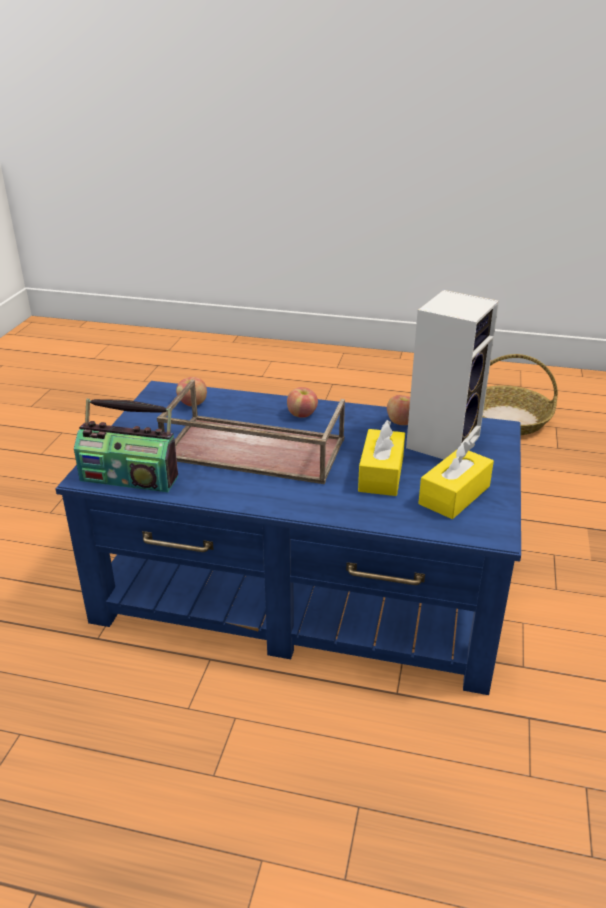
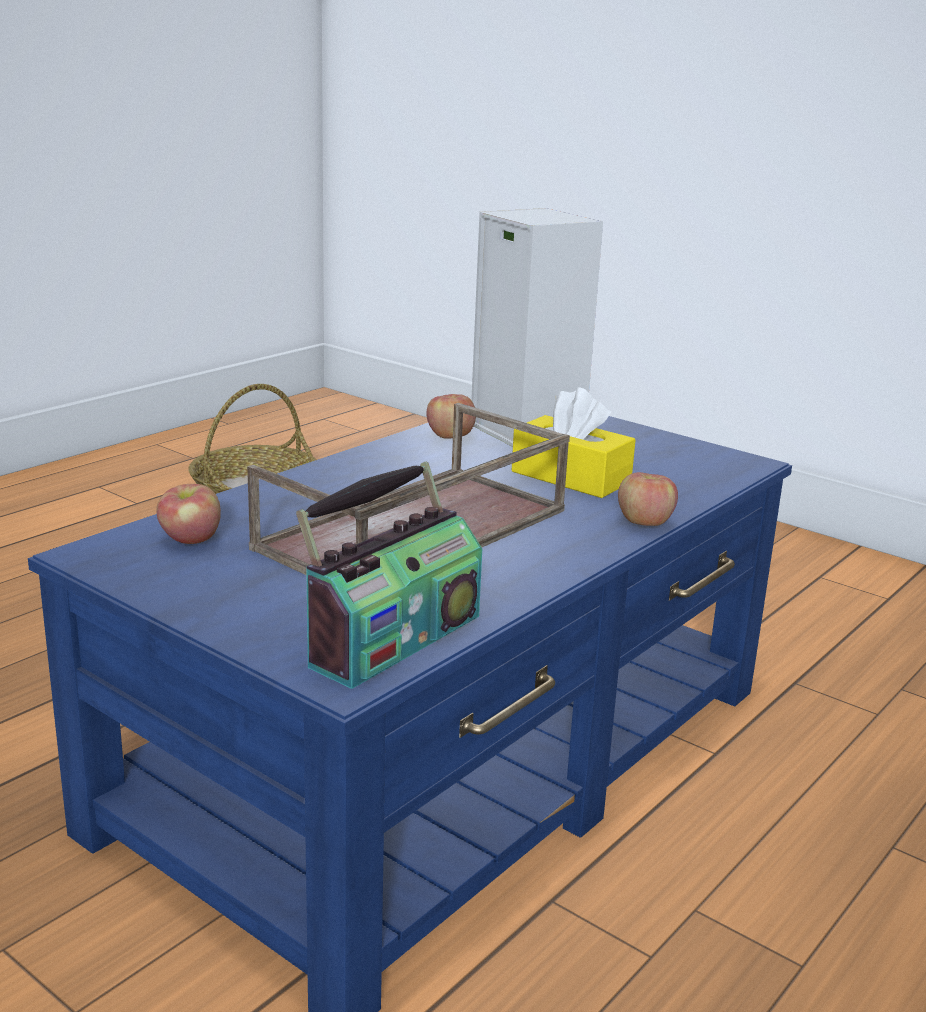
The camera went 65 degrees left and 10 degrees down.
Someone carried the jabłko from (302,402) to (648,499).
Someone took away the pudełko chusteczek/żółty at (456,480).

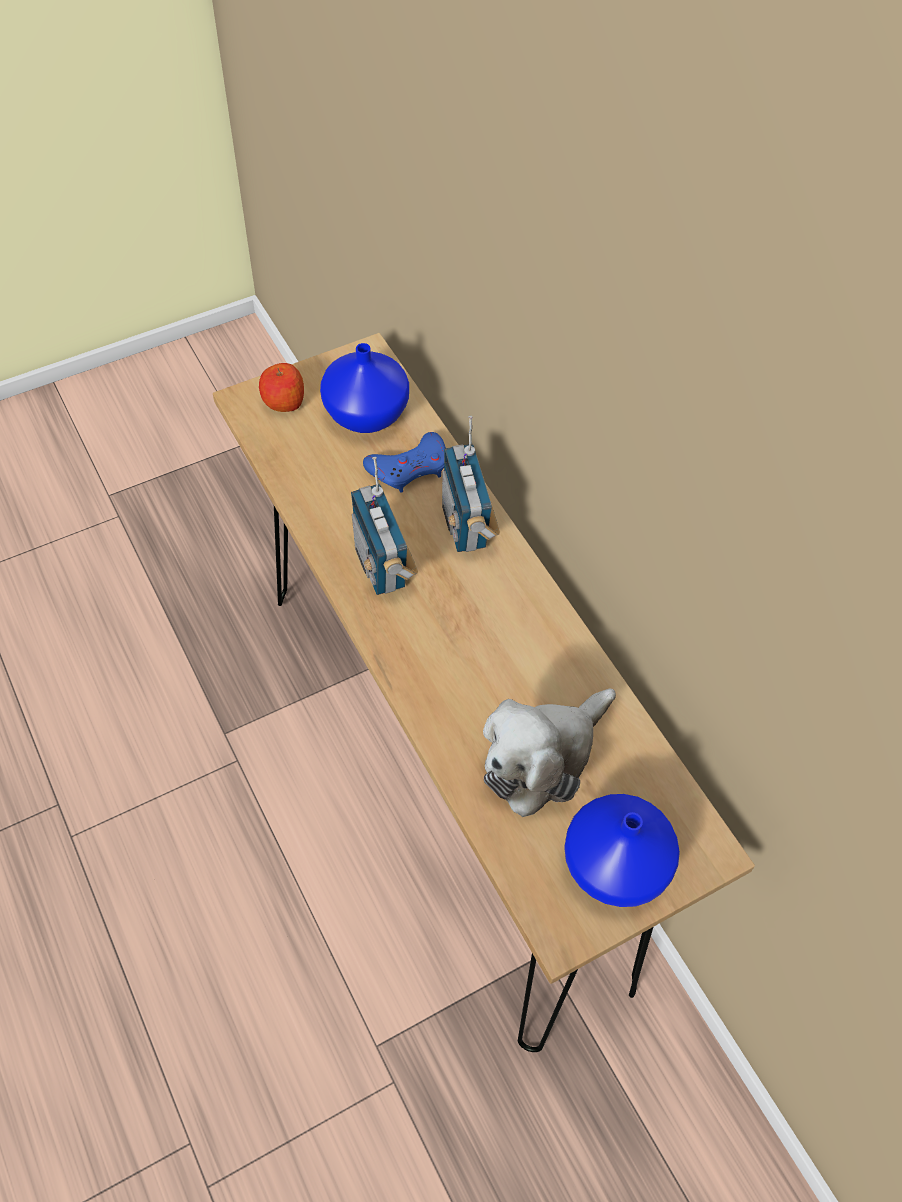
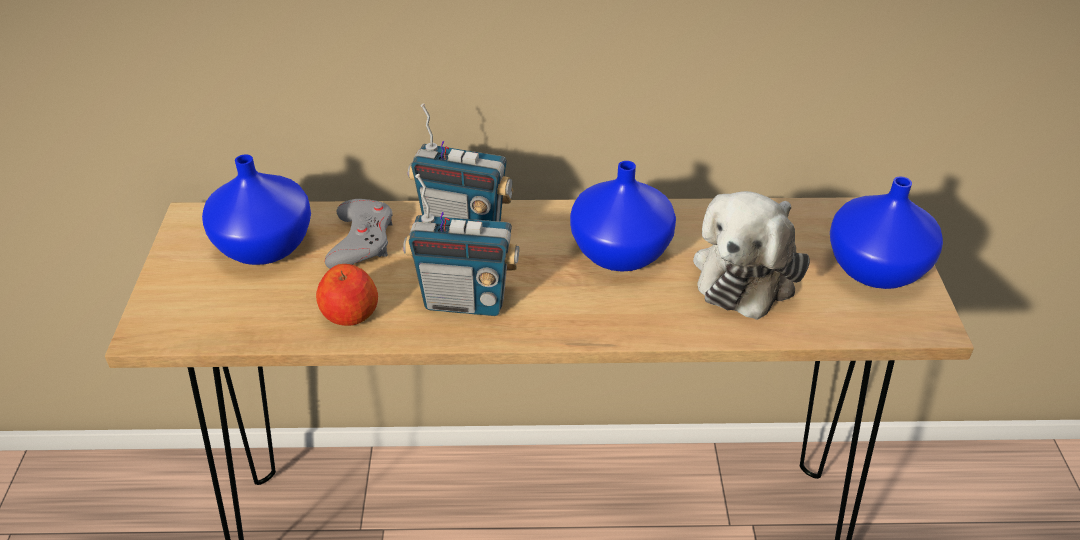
The camera went 60 degrees left and 15 degrees down.
Someone carried the jabłko from (281,387) to (347,295).
Someone repainted the pad do gier/niebieski at (404,462), which became the pad do gier/szary at (359,234).
Someone rotated the pluszak at (549,753) by 45 degrees clockwise.
Someone put down the wazon/niebieski at (623,216).

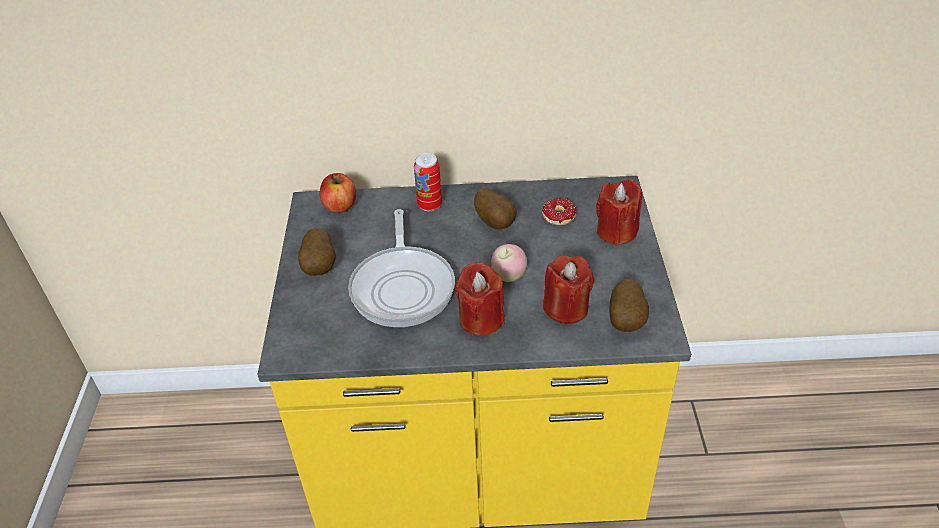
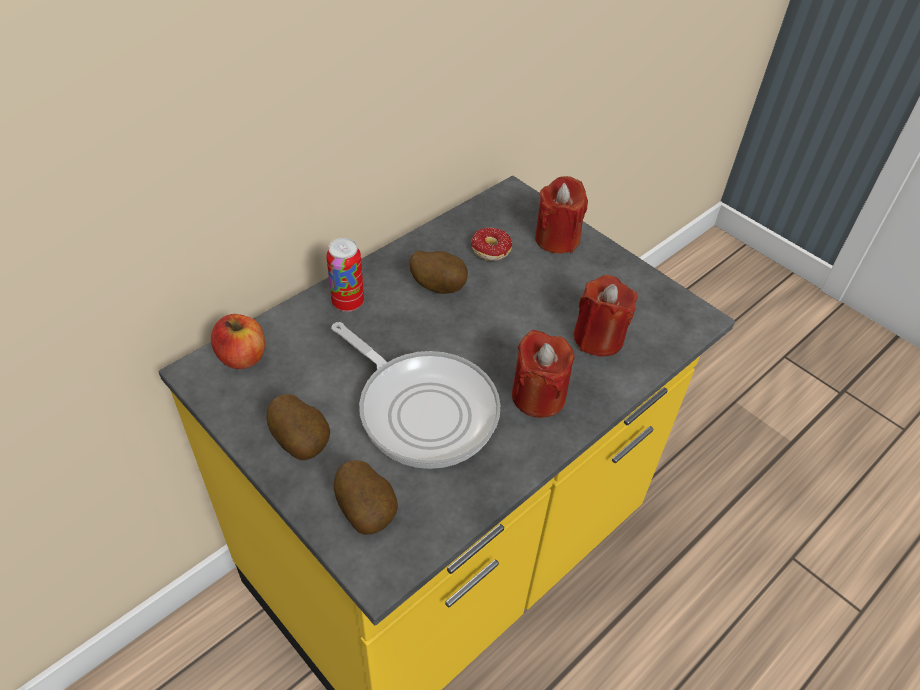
The camera went 45 degrees left and 5 degrees up.
Someone took away the jabłko at (509,263).
Someone carried the ziemniak from (629,305) to (366,498).

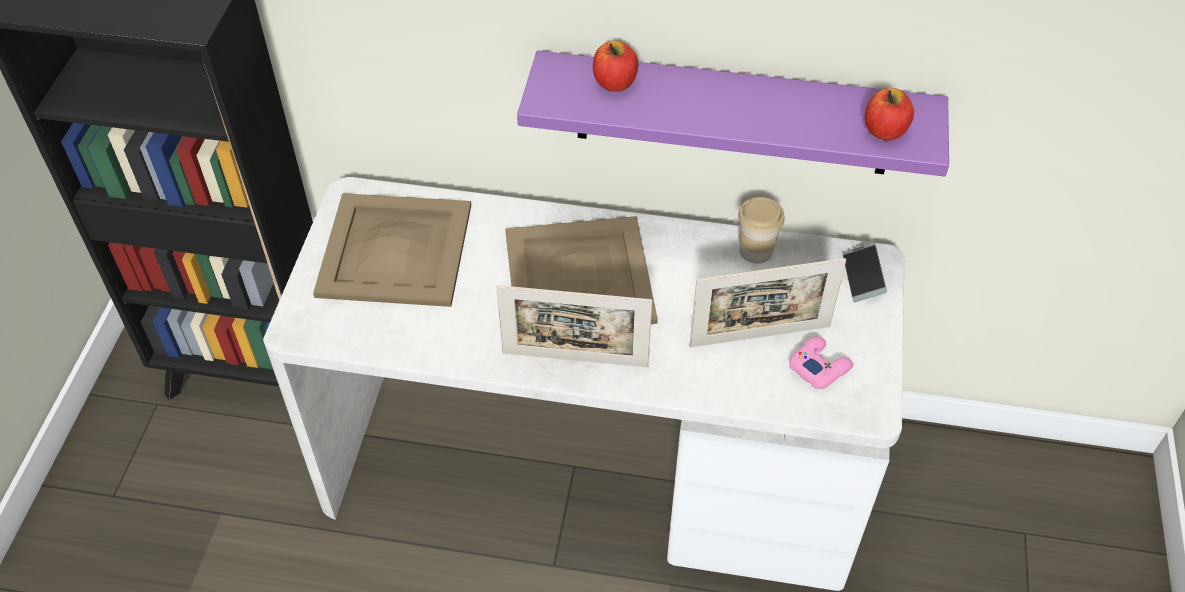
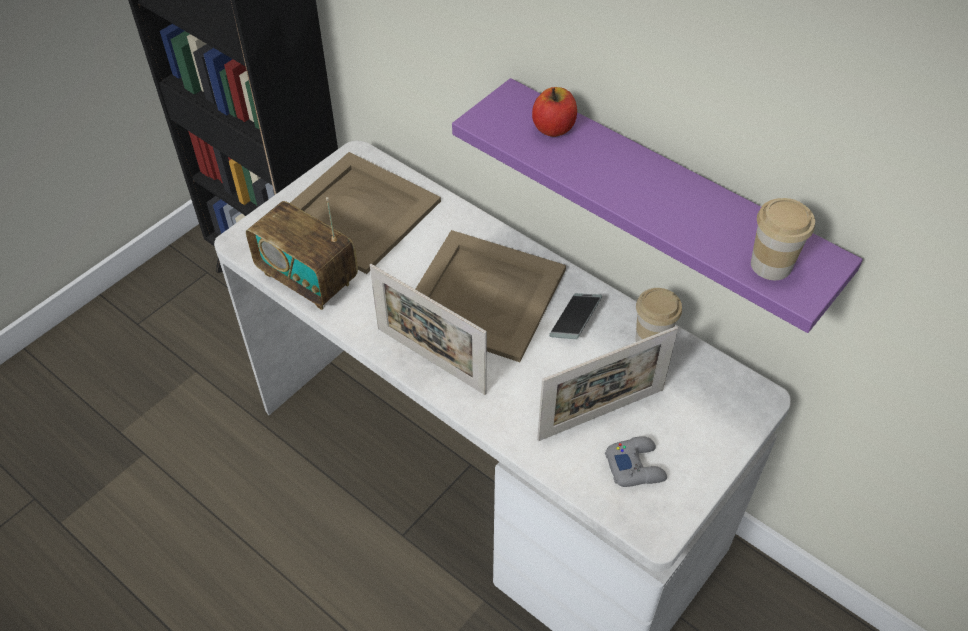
The camera went 30 degrees right and 0 degrees up.
Someone swapped the jabłko at (889,114) for the filiżanka at (783,239).
Someone carried the telefon from (864,272) to (575,316).
Someone rotated the ramka na zdjęcie at (768,302) by 45 degrees counterclockwise.
Someone repainted the pad do gier/różowy at (821,362), which became the pad do gier/szary at (636,461).
Someone put down the radio at (302,253).

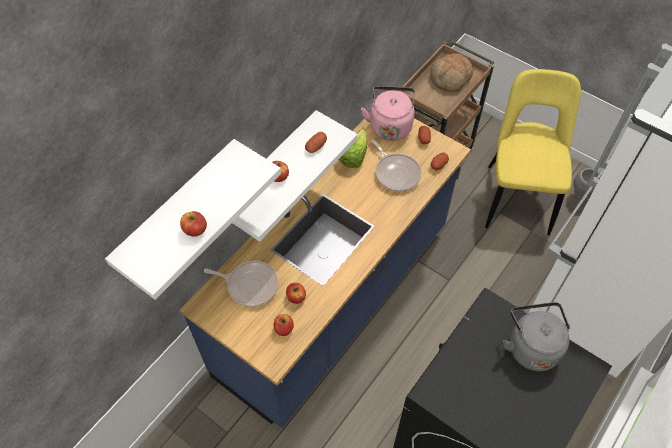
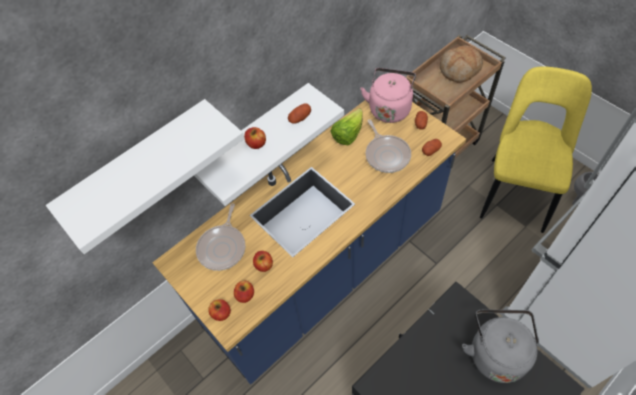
The camera went 15 degrees right and 0 degrees up.
Someone carried the jabłko from (193,224) to (219,310).
Someone rotated the patelnia at (241,284) by 75 degrees clockwise.

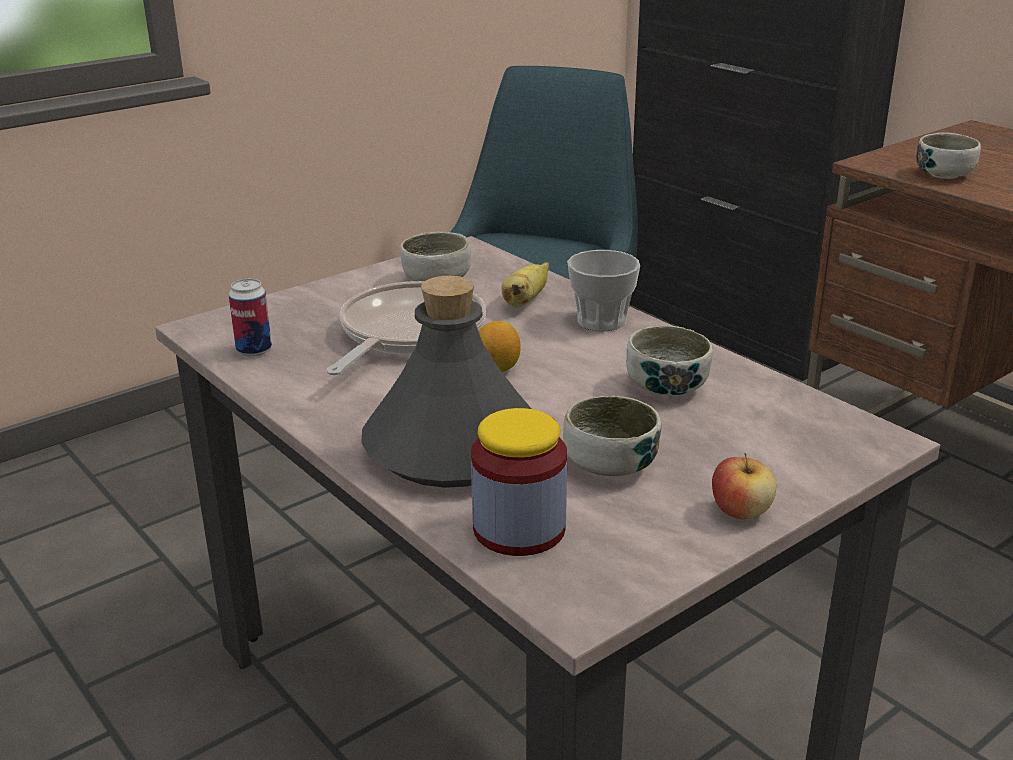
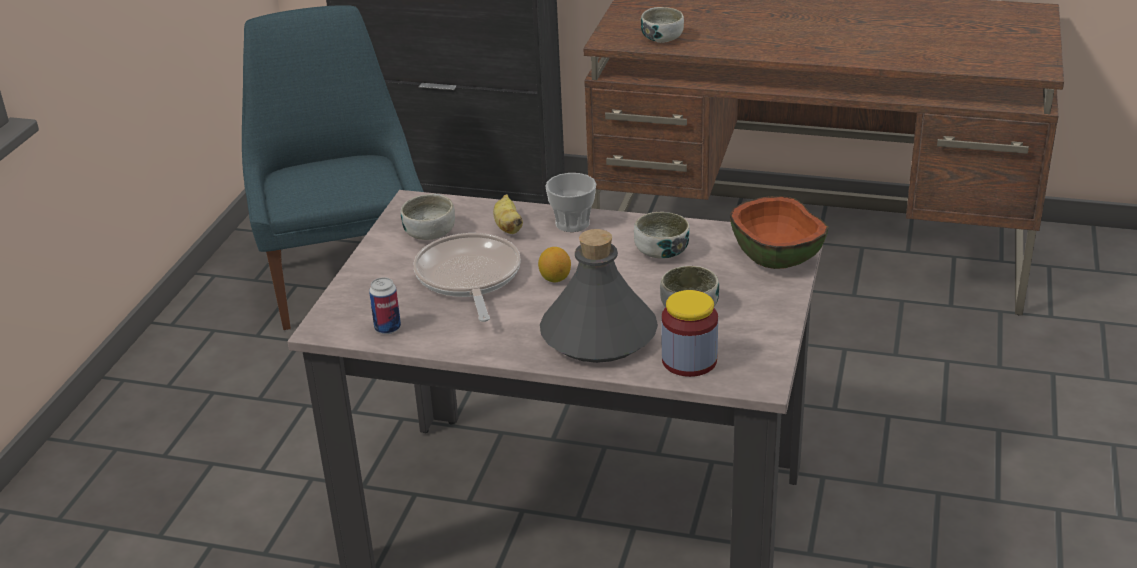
The camera went 35 degrees left and 5 degrees up.
Someone took away the jabłko at (744,486).
Someone put down the miska at (779,232).

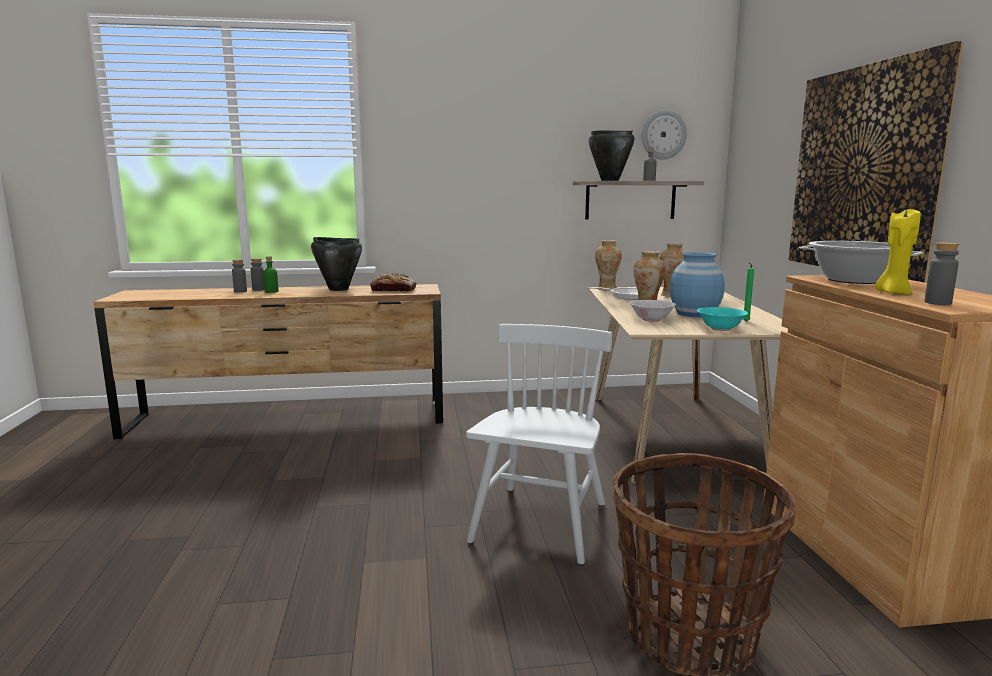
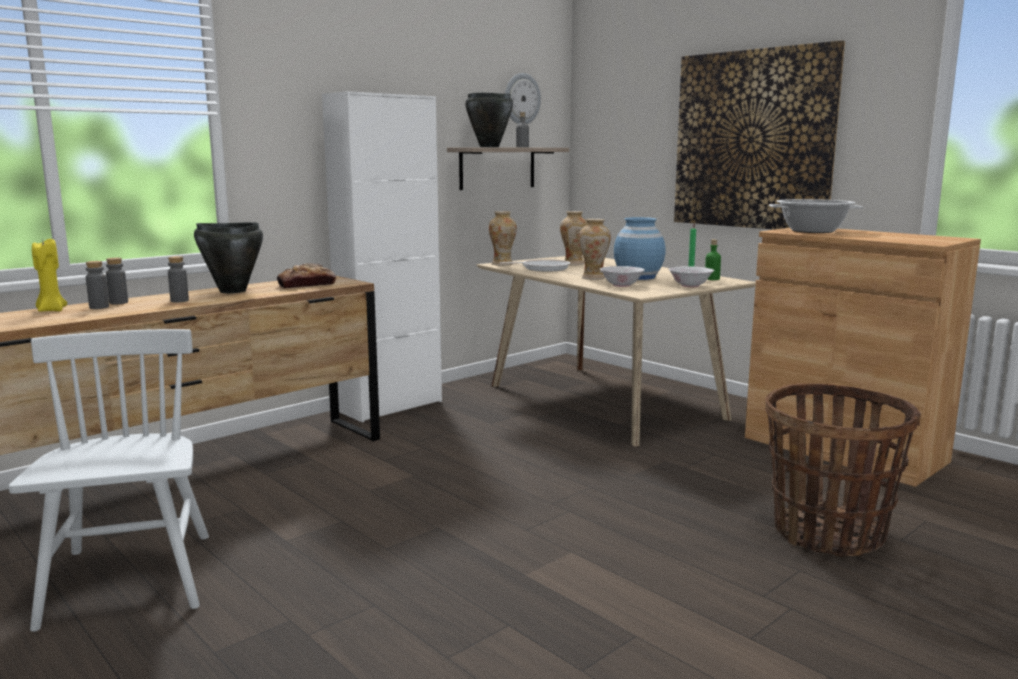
The camera went 35 degrees left and 0 degrees up.
Someone carried the świeca/żółty from (898,251) to (49,275).
Someone carried the butelka/szary from (941,273) to (178,279).
Someone carried the butelka/zielony from (271,274) to (713,259).
Someone repainted the miska/turkusowy at (722,319), which became the miska/biały at (691,276).
Someone carried the krzesło/biały from (539,444) to (108,480).
Someone put down the szafka/biały at (382,256).

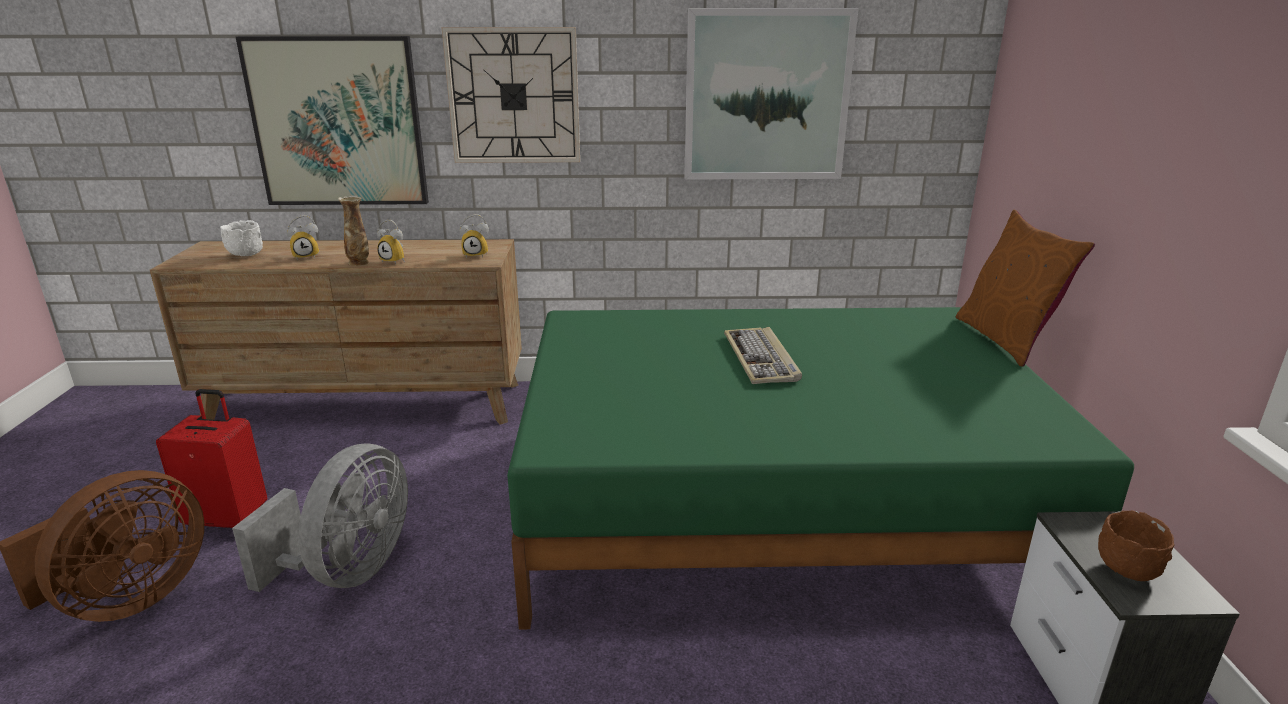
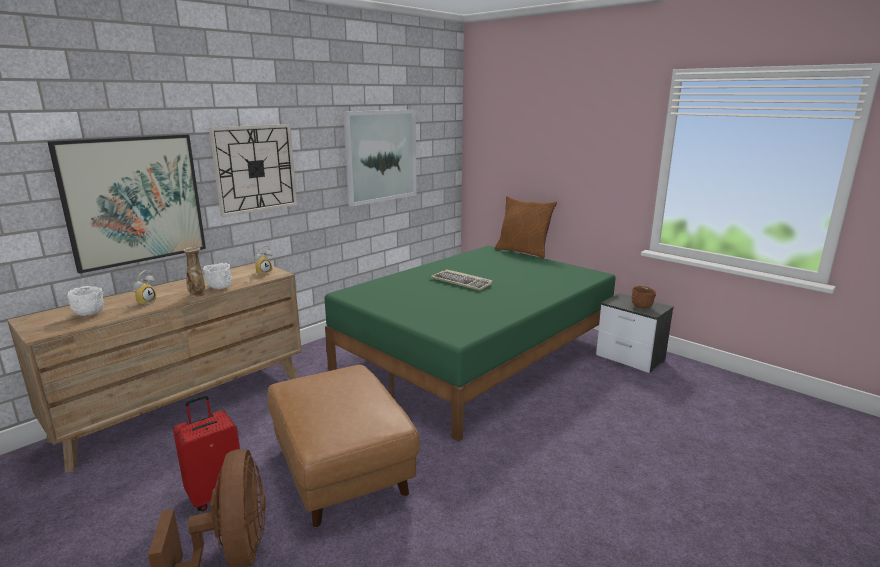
The camera went 45 degrees left and 5 degrees down.
Someone swapped the budzik at (391,242) for the miska/biały at (217,276).
Someone swapped the wentylator/szary at (320,517) for the pufa/brązowy at (343,446).

